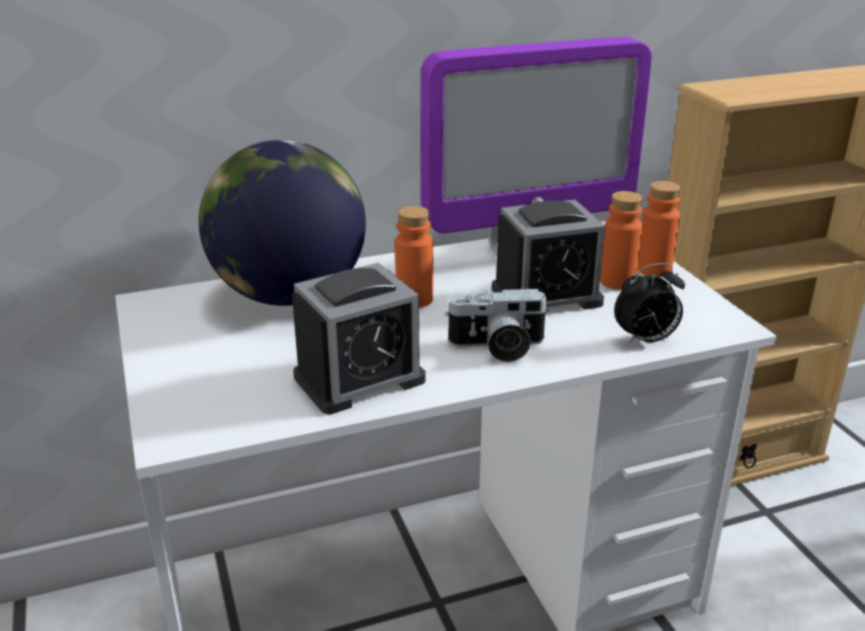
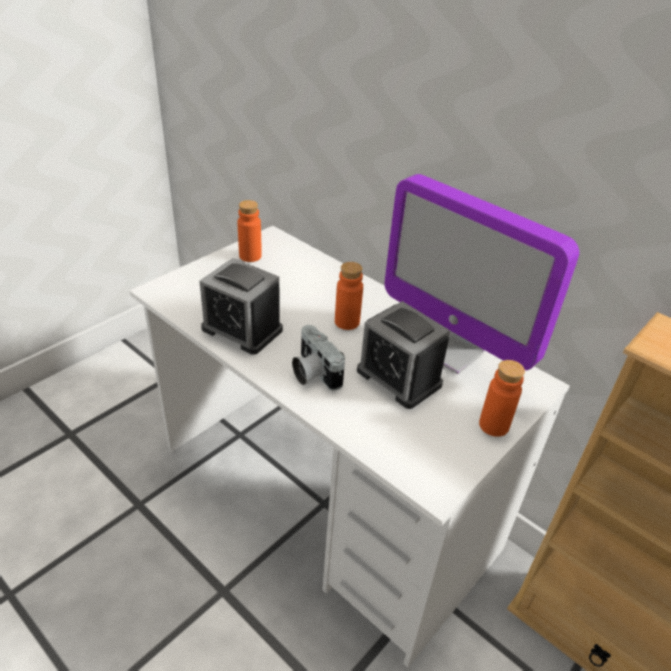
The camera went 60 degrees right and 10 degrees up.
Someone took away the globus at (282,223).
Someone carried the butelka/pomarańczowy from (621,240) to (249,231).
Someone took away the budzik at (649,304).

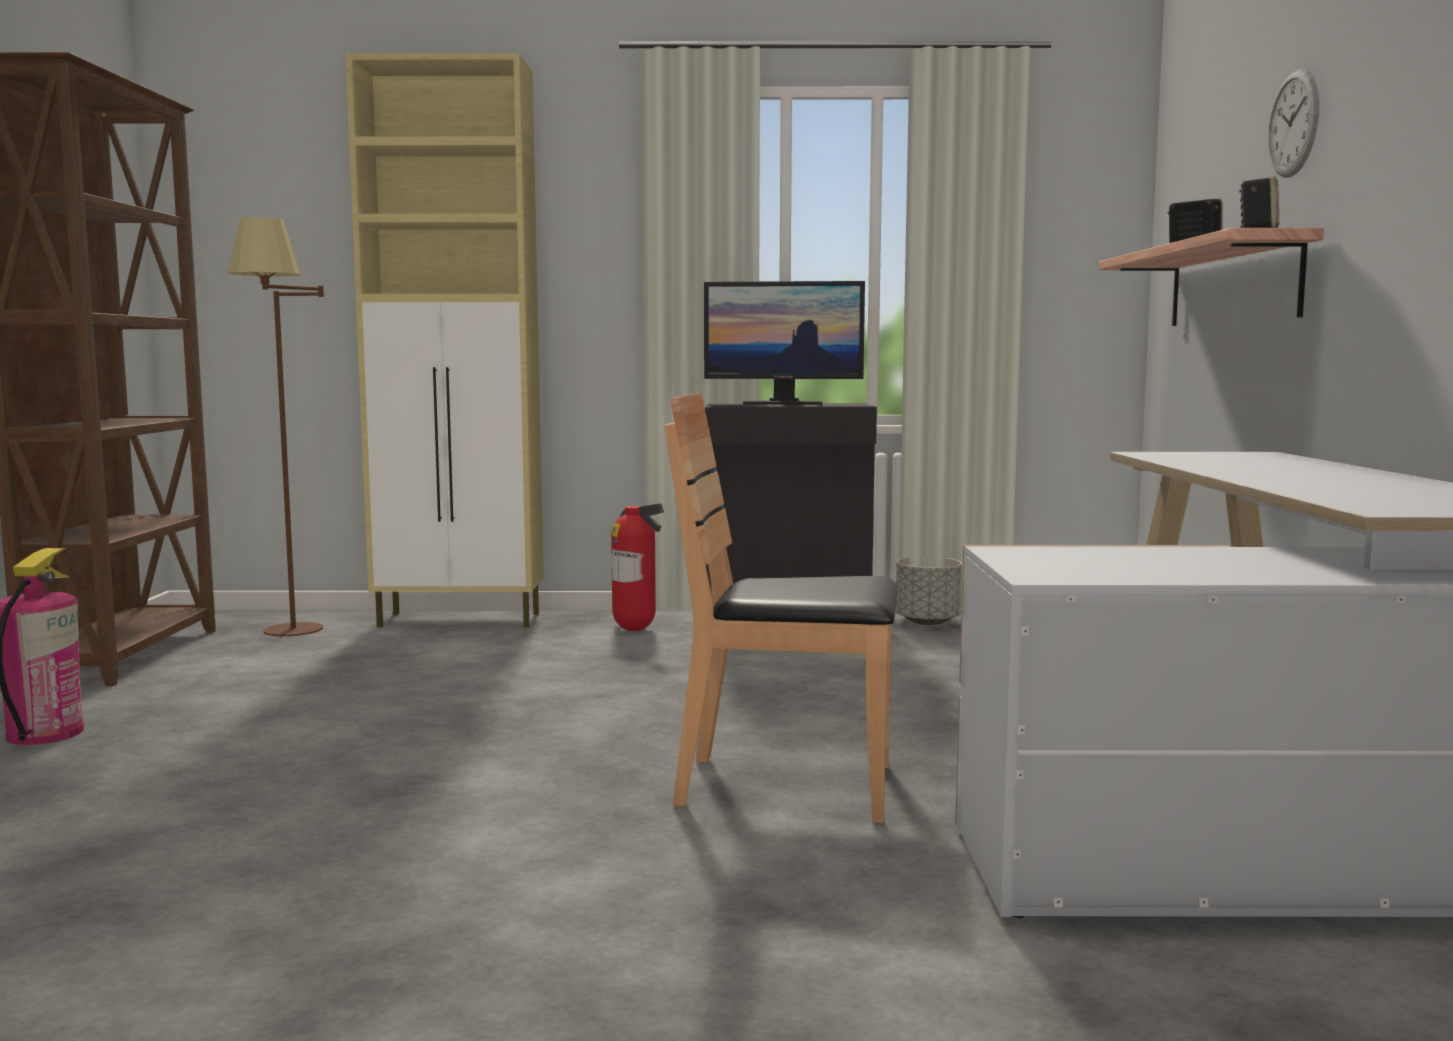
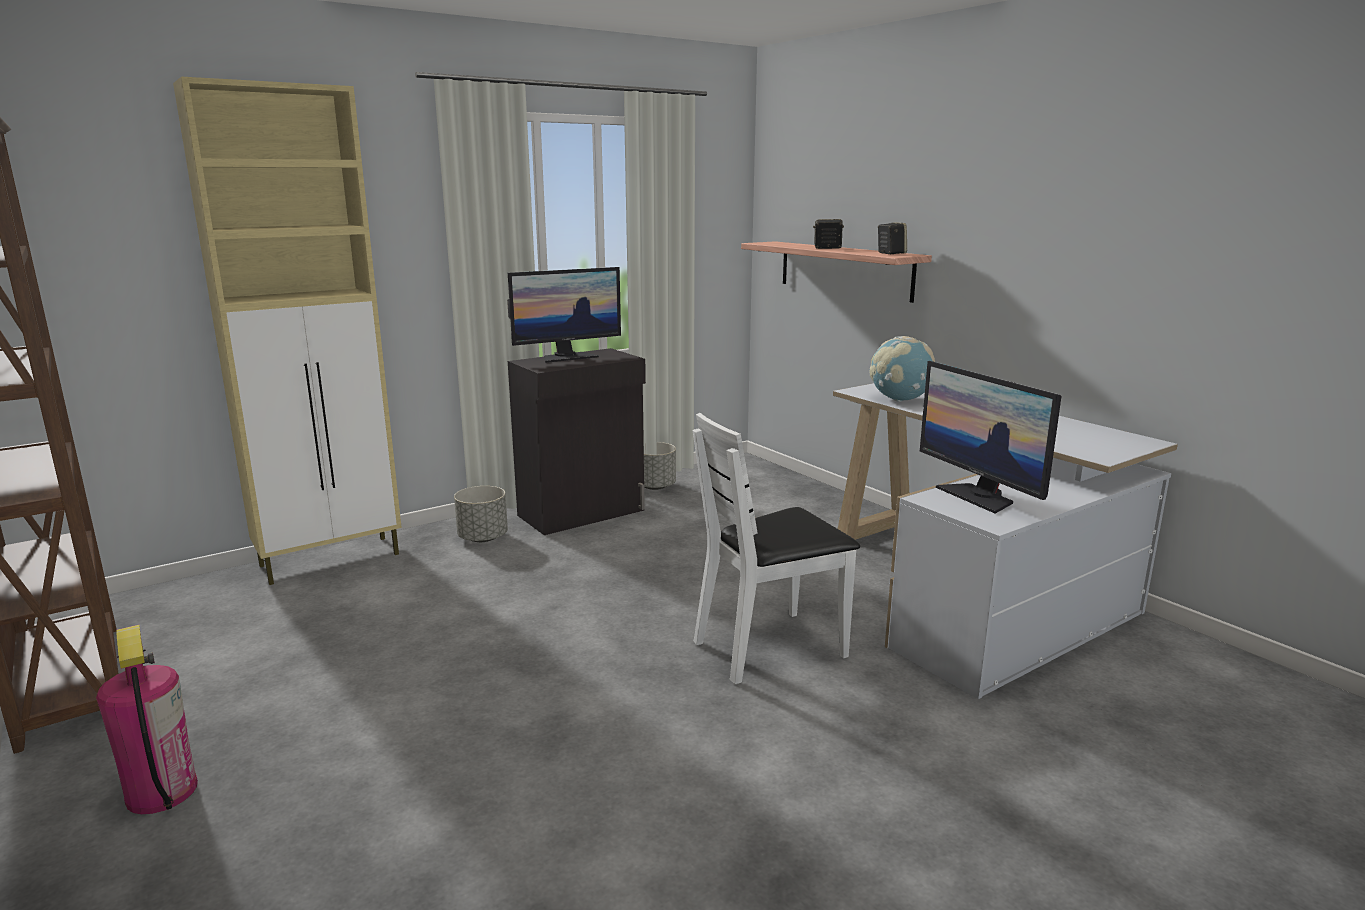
The camera went 35 degrees left and 10 degrees up.
Someone took away the zegar ścienny at (1293,123).
Someone took away the lampa stojąca/brązowy at (276,426).
Someone repainted the krzesło/brązowy at (781,608), which became the krzesło/biały at (776,548).
Someone swapped the gaśnica at (637,567) for the donica/szary at (481,514).
Someone put down the globus at (902,369).
Someone put down the monitor at (991,437).

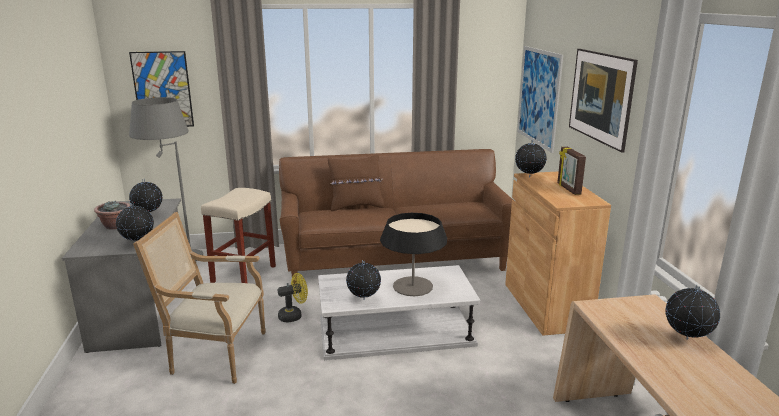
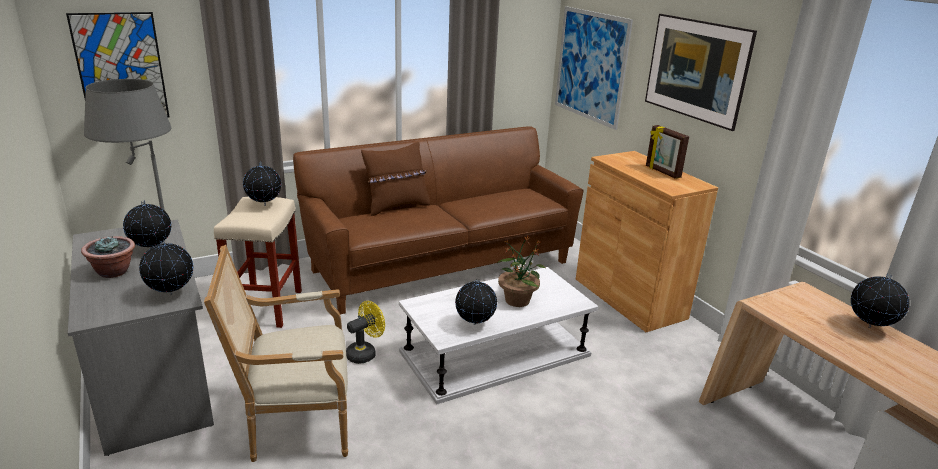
The camera went 20 degrees left and 5 degrees up.
Someone carried the globus from (531,158) to (262,184).
Someone swapped the lampa stołowa at (413,254) for the roślina doniczkowa at (521,271).

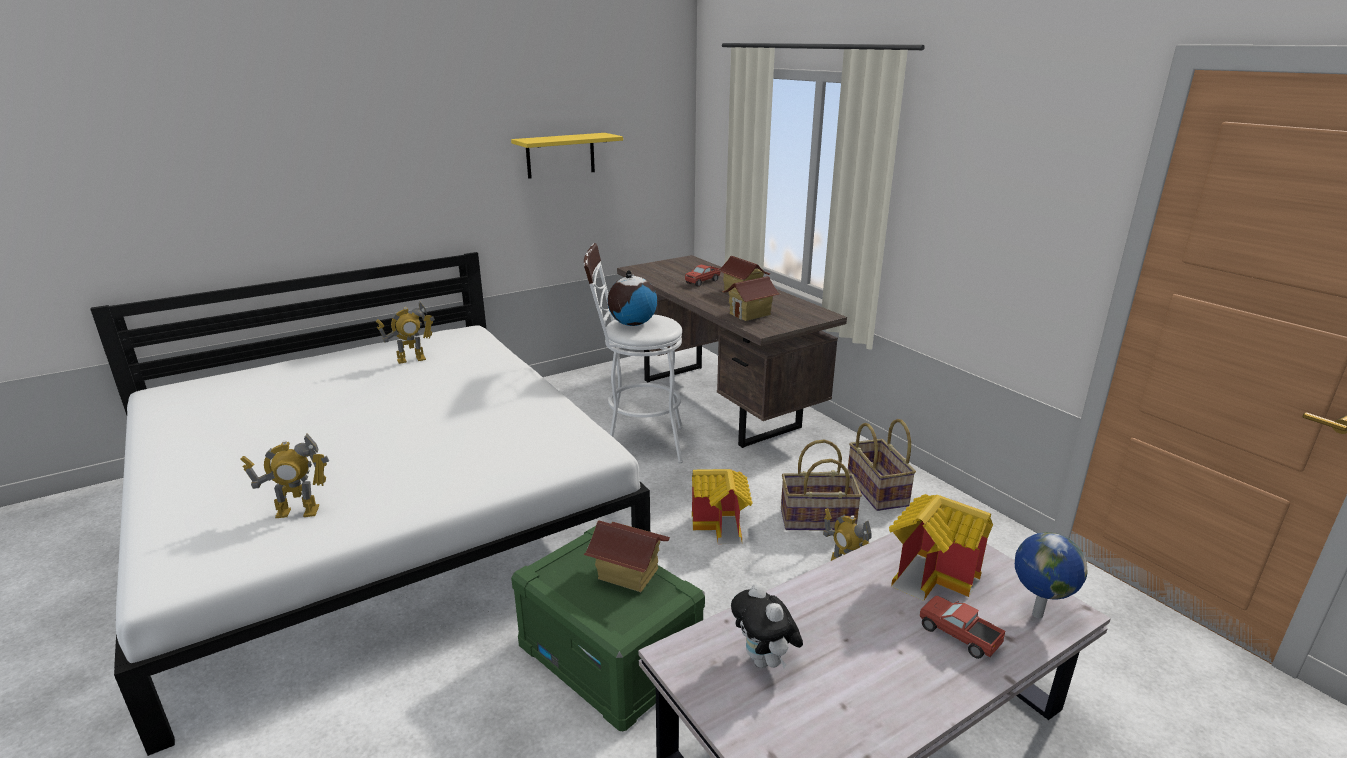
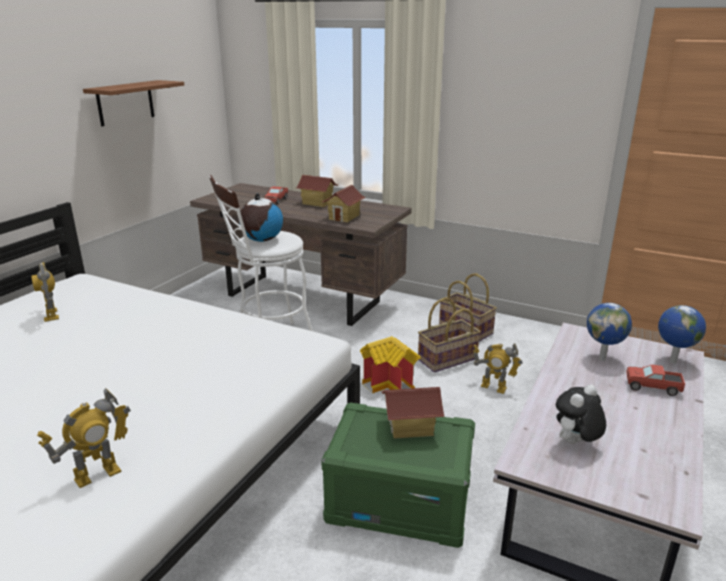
The camera went 30 degrees left and 0 degrees up.
Someone repainted the półka/żółty at (567,156), which became the półka/brązowy at (133,103).
Someone rotated the robot zabawkowy at (405,333) by 120 degrees clockwise.
Someone swapped the domek at (941,547) for the globus at (609,332).
Someone rotated the pluszak at (767,626) by 105 degrees clockwise.

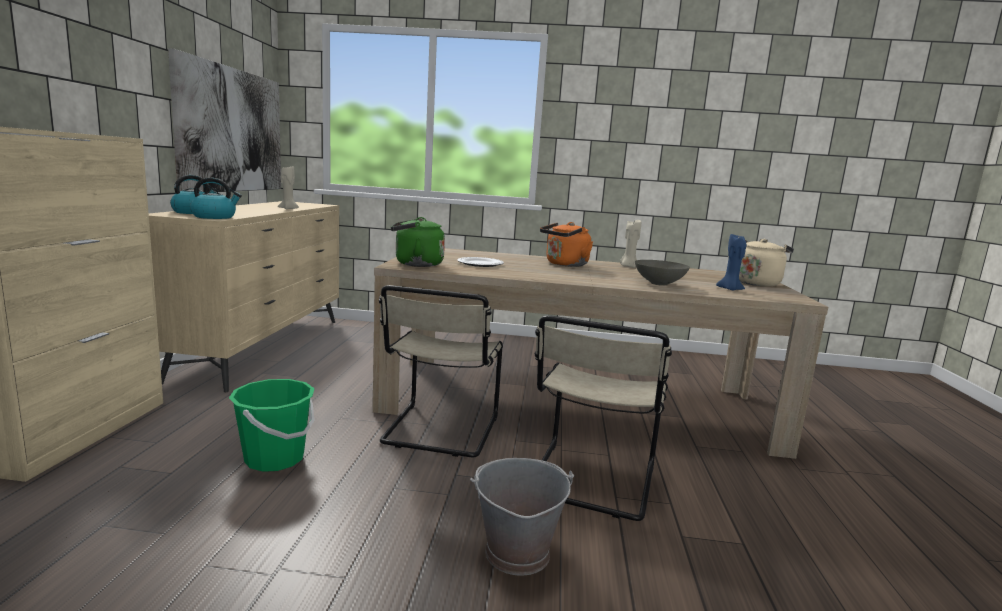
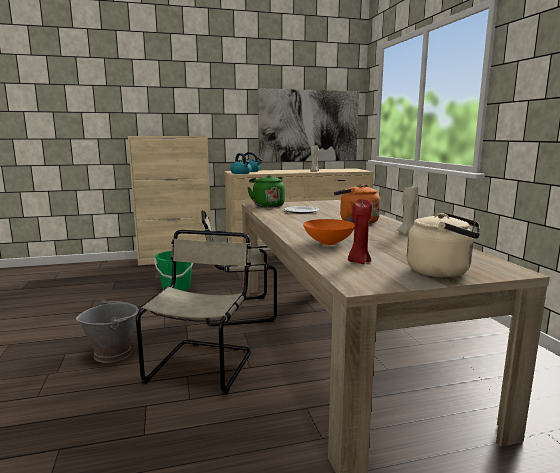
The camera went 70 degrees right and 0 degrees up.
Someone repainted the świeca/niebieski at (731,261), which became the świeca/czerwony at (360,231).
Someone repainted the miska/szary at (662,273), which became the miska/pomarańczowy at (328,232).
Someone rotated the krzesło/beżowy at (603,418) by 105 degrees clockwise.

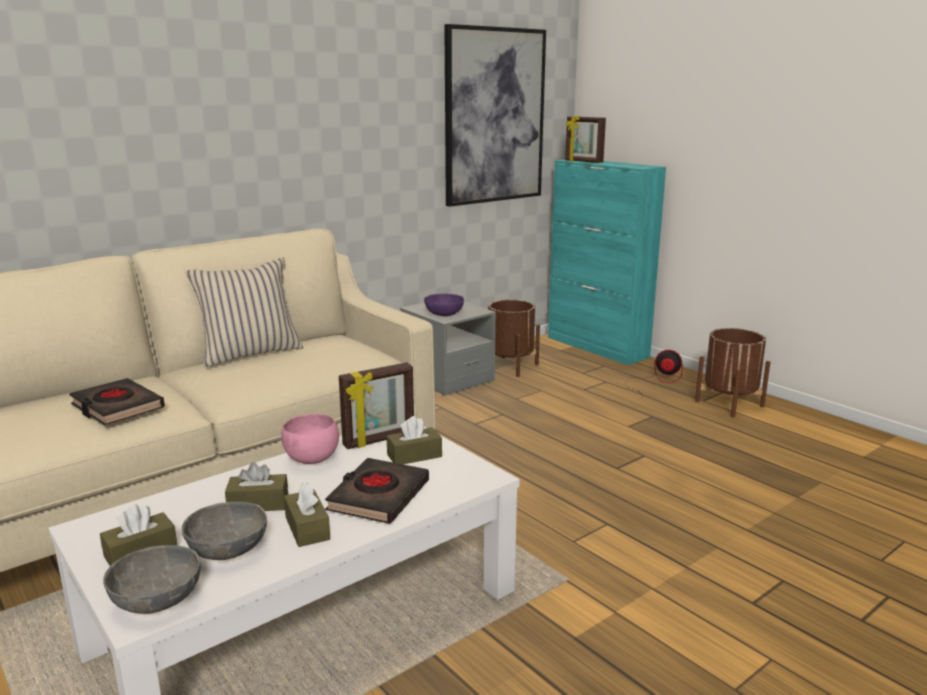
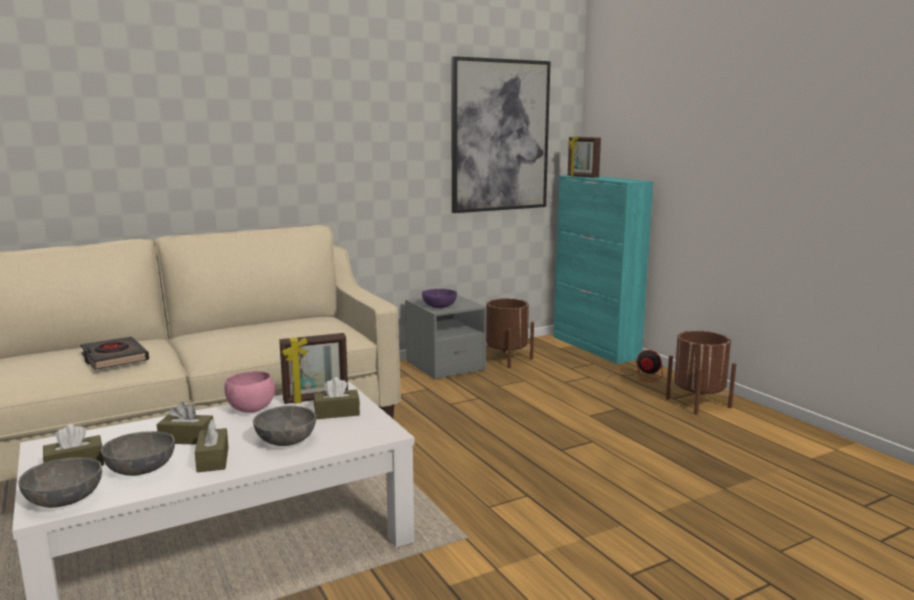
The camera went 10 degrees right and 5 degrees down.
Someone took away the poduszka/beżowy at (244,312).
Someone swapped the książka/czarny at (377,491) for the miska/szary at (284,426).

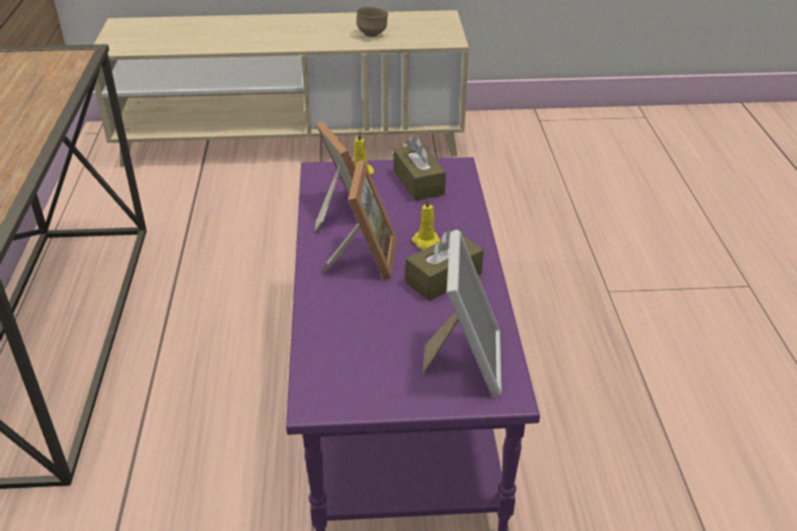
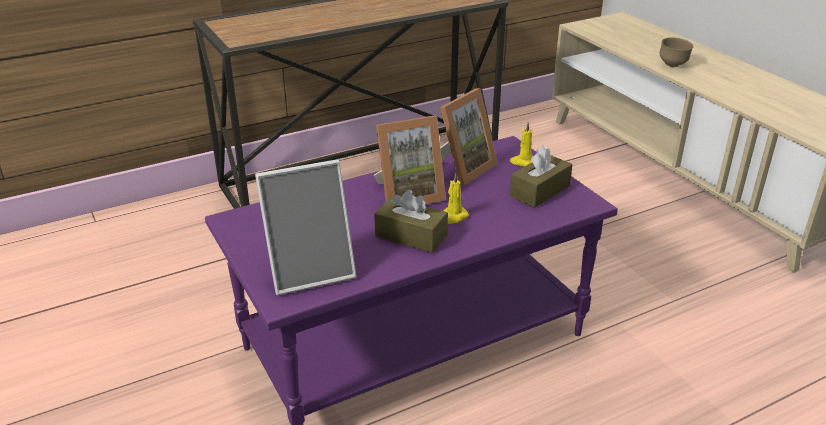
The camera went 65 degrees right and 5 degrees down.
Someone carried the miska/brązowy from (372,22) to (676,52).

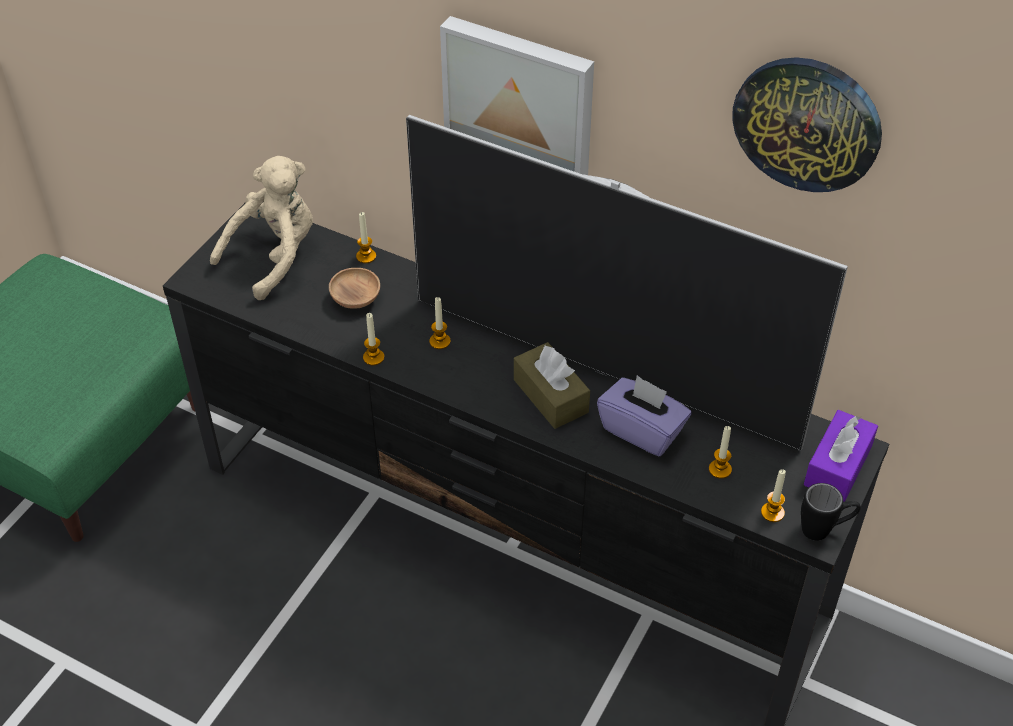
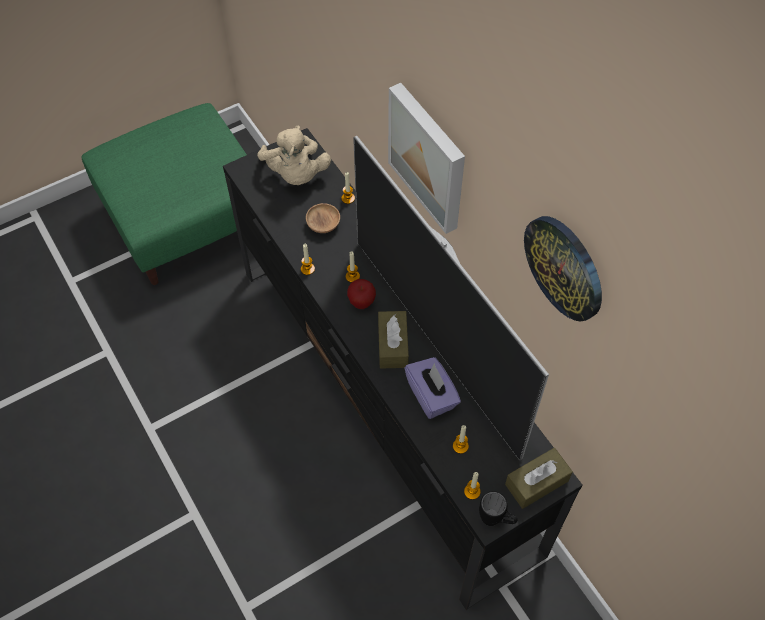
The camera went 30 degrees right and 10 degrees up.
Someone rotated the pluszak/beżowy at (261,228) by 90 degrees clockwise.
Someone repainted the pudełko chusteczek/fioletowy at (841,456), which became the pudełko chusteczek/brązowy at (539,478).
Someone put down the jabłko at (361,294).

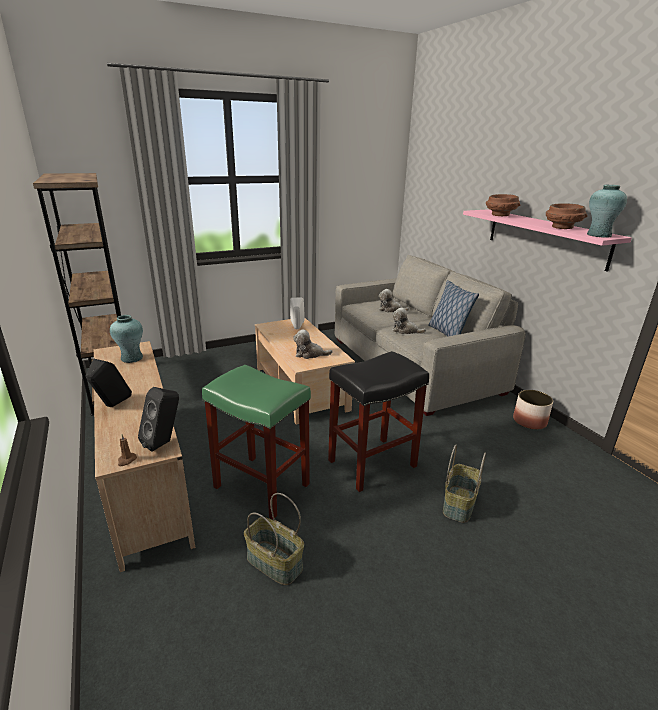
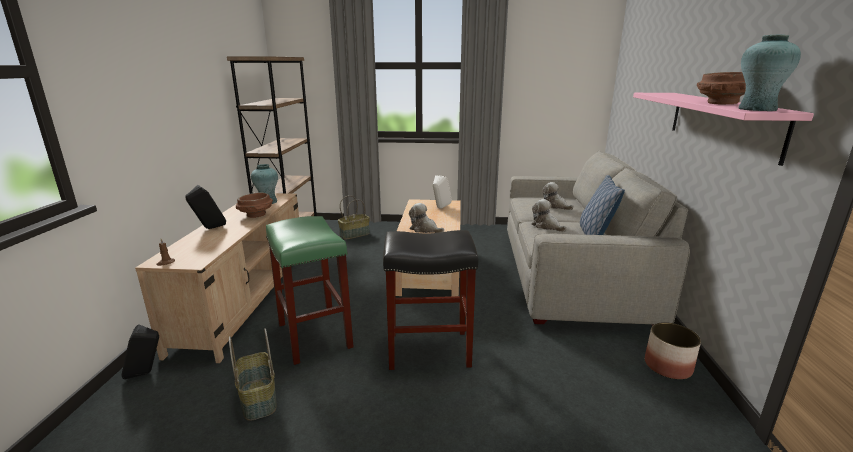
The camera went 30 degrees right and 5 degrees down.
Someone carried the miska/brązowy from (503,205) to (254,205).
Someone carried the głośnik/czarny from (158,419) to (140,352).
Someone carried the koszyk from (464,483) to (354,217).

